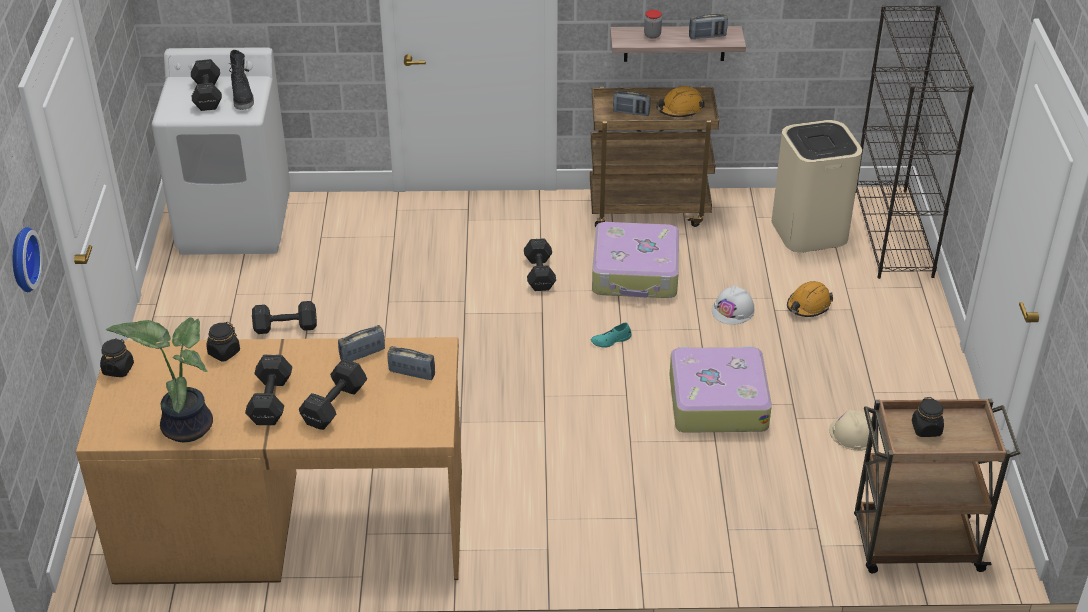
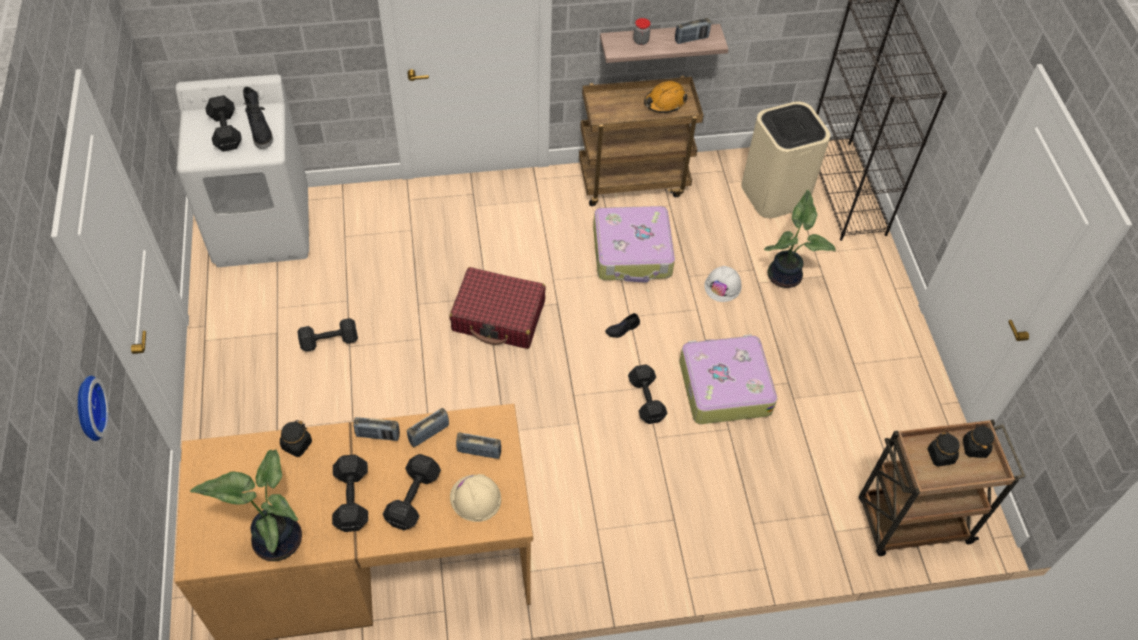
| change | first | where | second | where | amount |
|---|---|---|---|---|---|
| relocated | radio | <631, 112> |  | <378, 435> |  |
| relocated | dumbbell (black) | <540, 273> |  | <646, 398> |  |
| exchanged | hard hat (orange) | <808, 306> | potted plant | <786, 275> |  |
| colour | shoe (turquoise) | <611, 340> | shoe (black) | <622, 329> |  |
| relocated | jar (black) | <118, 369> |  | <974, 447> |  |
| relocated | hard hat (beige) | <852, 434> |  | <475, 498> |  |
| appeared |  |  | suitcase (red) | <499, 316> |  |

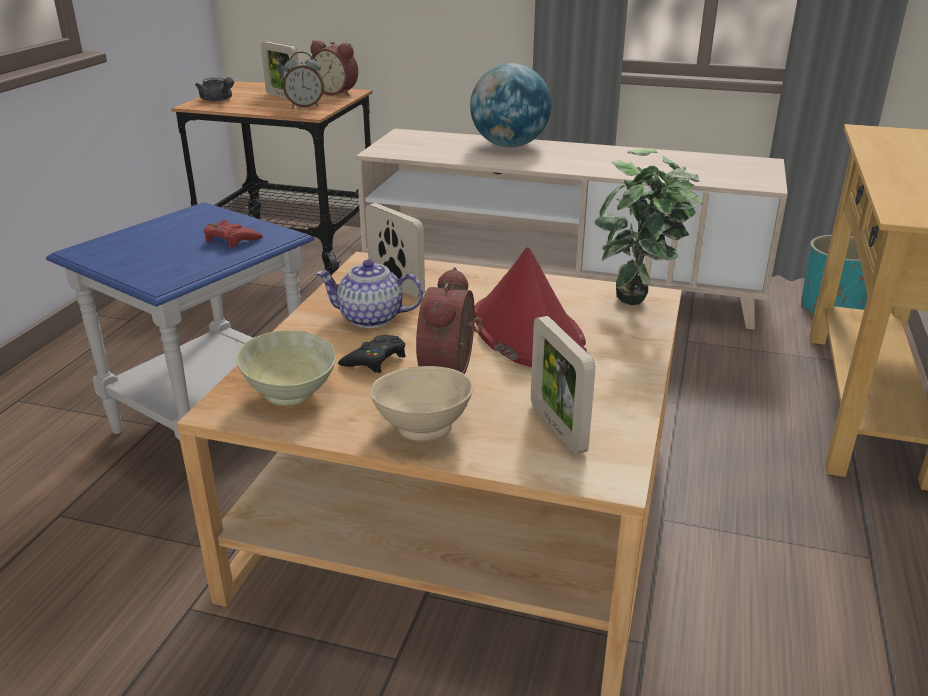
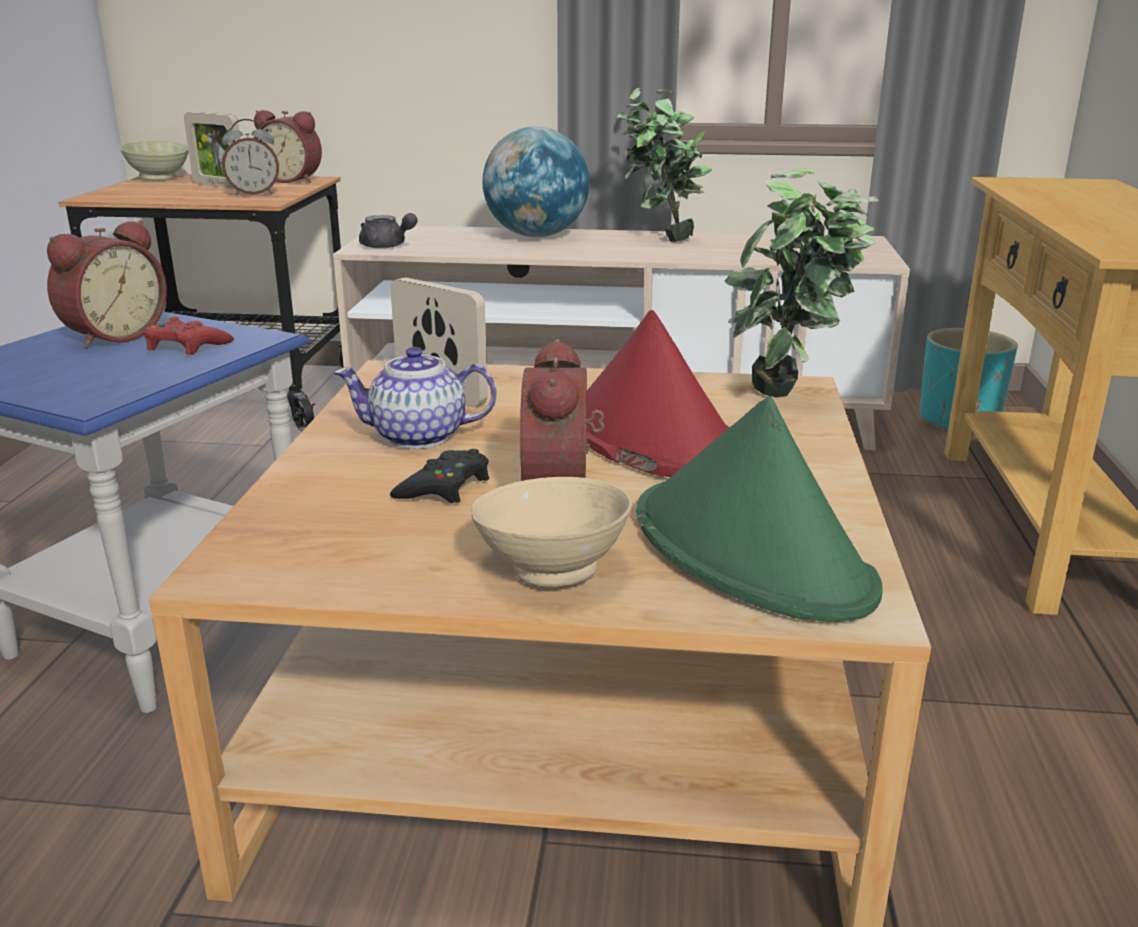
| change | first | where | second | where | amount |
|---|---|---|---|---|---|
| relocated | teapot (grey) | <218, 100> |  | <387, 246> |  |
| exchanged | picture frame | <557, 428> | hat (green) | <751, 552> |  |
| relocated | bowl (beige) | <290, 395> |  | <158, 179> |  |
| appeared |  |  | potted plant | <660, 240> |  |
| appeared |  |  | alarm clock | <113, 336> |  |

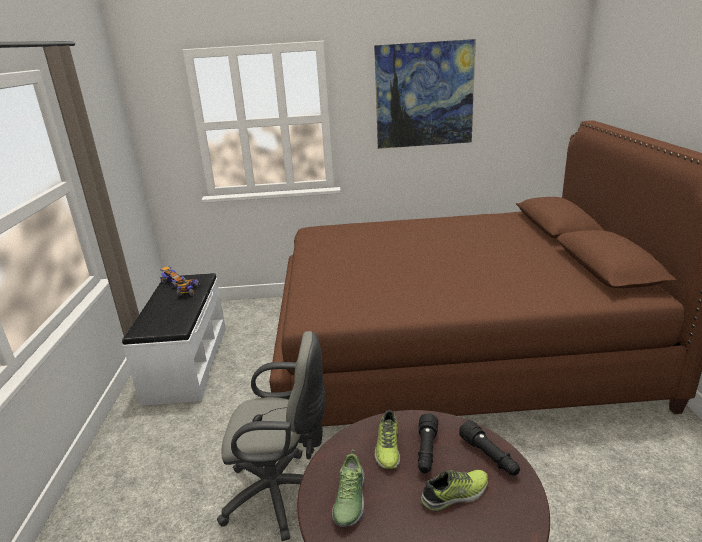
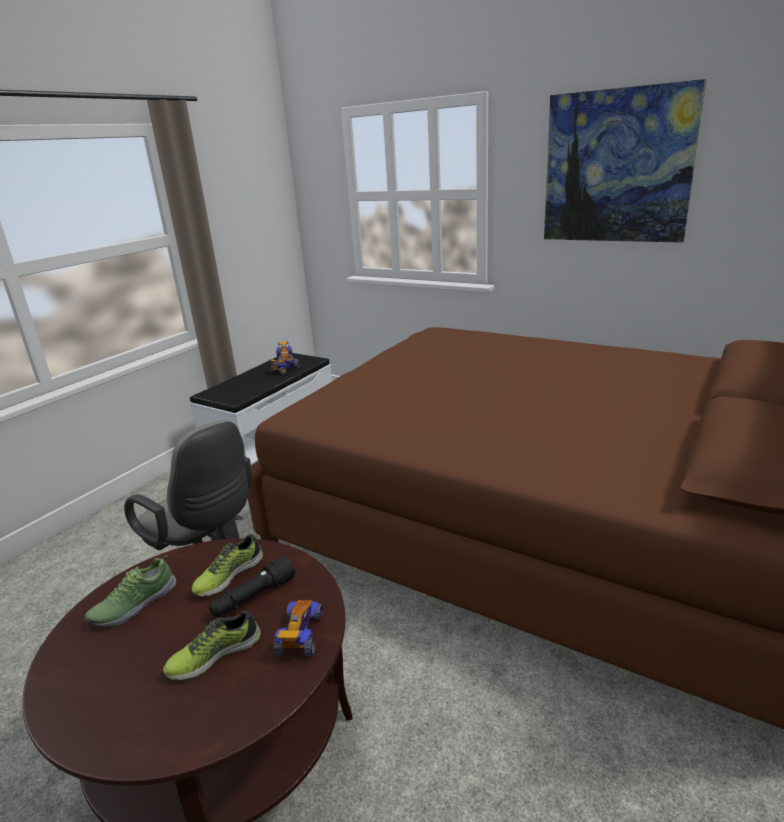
| change | first | where | second | where | amount |
|---|---|---|---|---|---|
| exchanged | flashlight (black) | <489, 456> | toy car | <300, 636> |  |
| spun | shoe | <456, 495> |  | <214, 654> | 135 degrees clockwise |

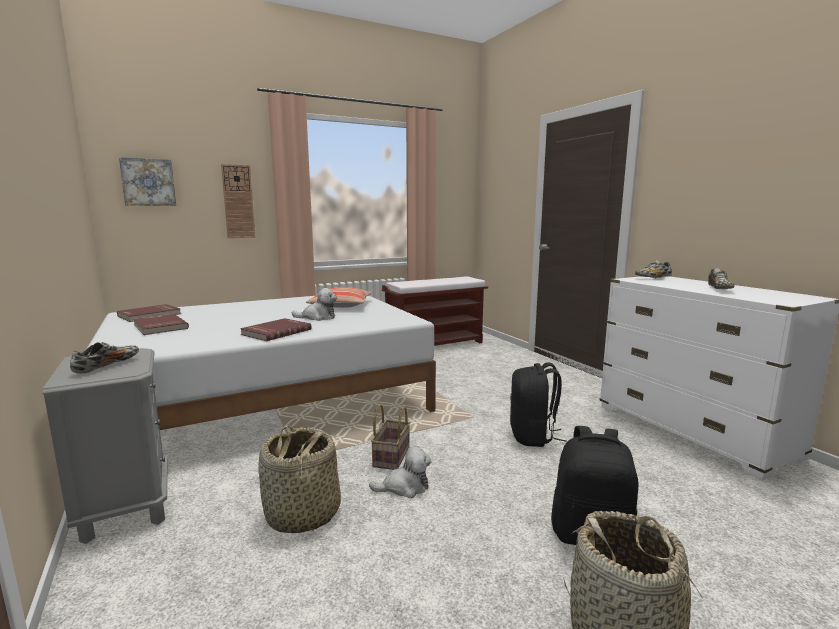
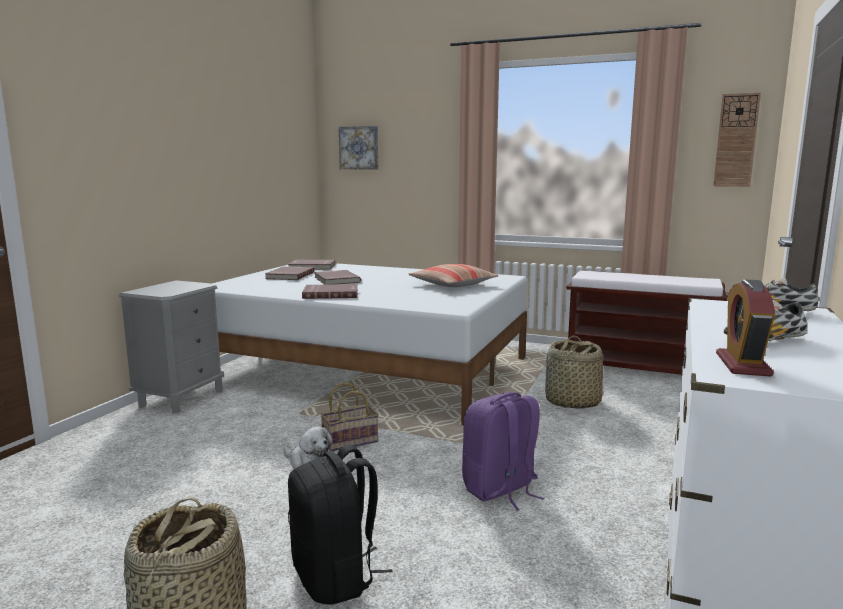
| change | first | where | second | where | amount |
|---|---|---|---|---|---|
| relocated | wall clock | <238, 201> |  | <736, 140> |  |
| missing | plush toy | <318, 317> |  |  |  |
| missing | shoe | <107, 366> |  |  |  |
| colour | backpack (black) | <532, 436> | backpack (purple) | <500, 490> |  |
| relocated | basket | <302, 514> |  | <572, 402> |  |
| appeared |  |  | book (red) | <336, 280> |  |
| appeared |  |  | alarm clock | <742, 365> |  |

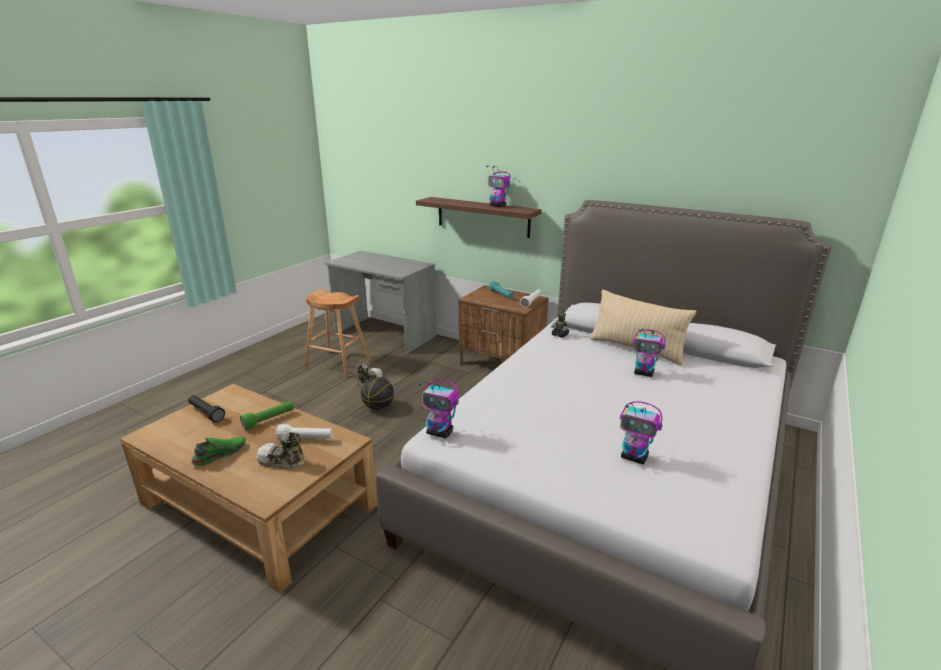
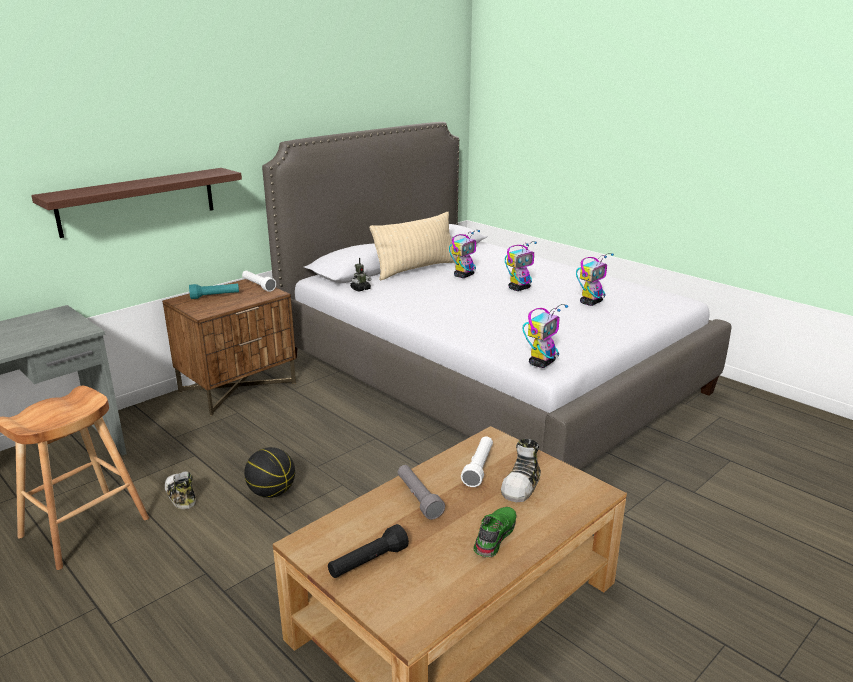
| change | first | where | second | where | amount |
|---|---|---|---|---|---|
| relocated | toy robot | <498, 206> |  | <519, 288> |  |
| colour | flashlight (green) | <269, 420> | flashlight (grey) | <418, 498> |  |
| spun | shoe (green) | <219, 454> |  | <493, 536> | 60 degrees clockwise |

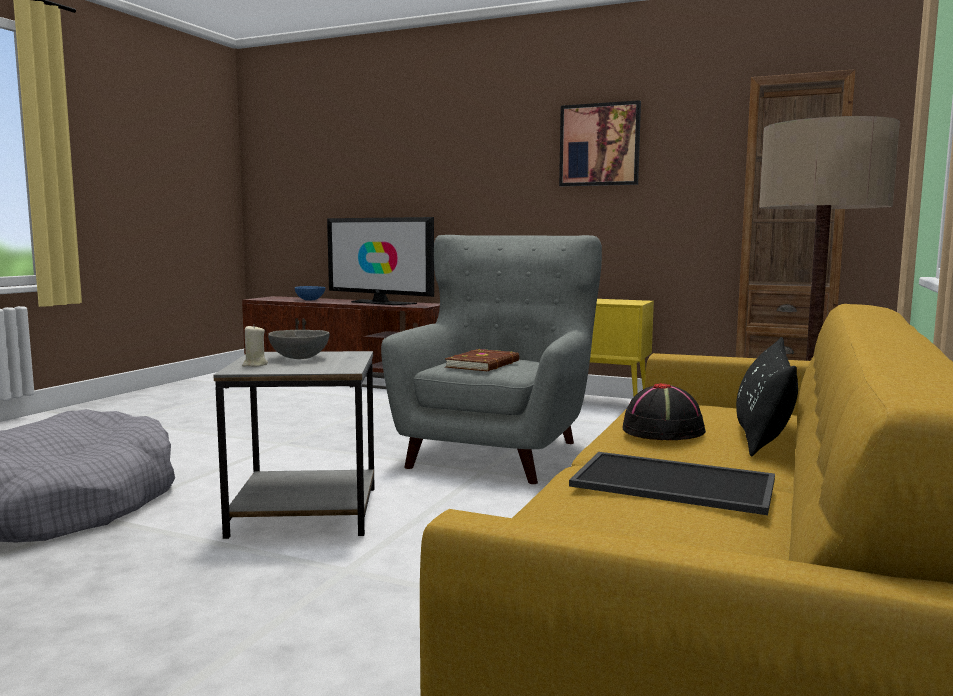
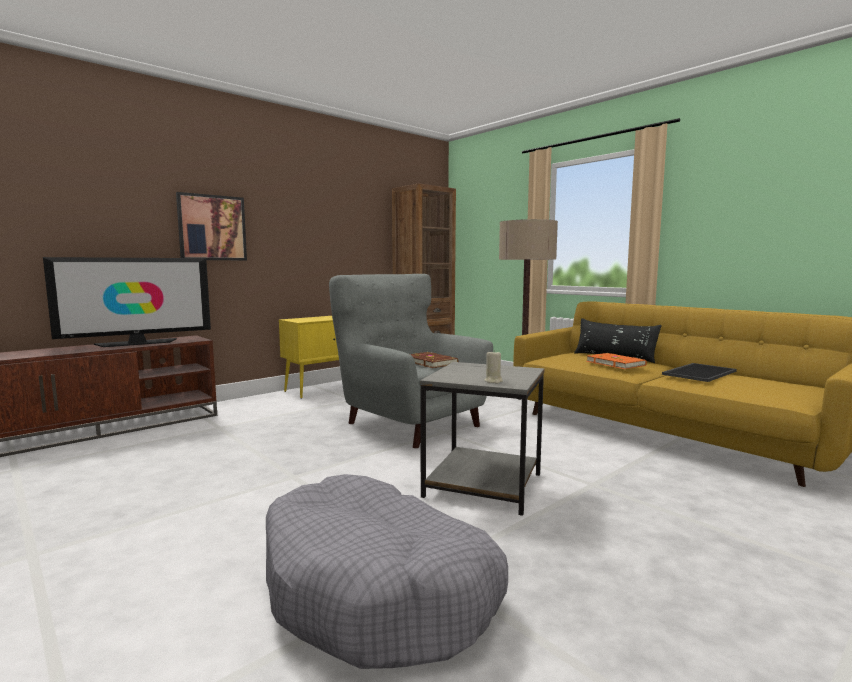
| change | first | where | second | where | amount |
|---|---|---|---|---|---|
| relocated | picture | <599, 145> |  | <212, 228> |  |
| missing | bowl (blue) | <310, 300> |  |  |  |
| missing | bowl (grey) | <298, 358> |  |  |  |
| exchanged | hat (black) | <663, 430> | book (orange) | <615, 363> |  |

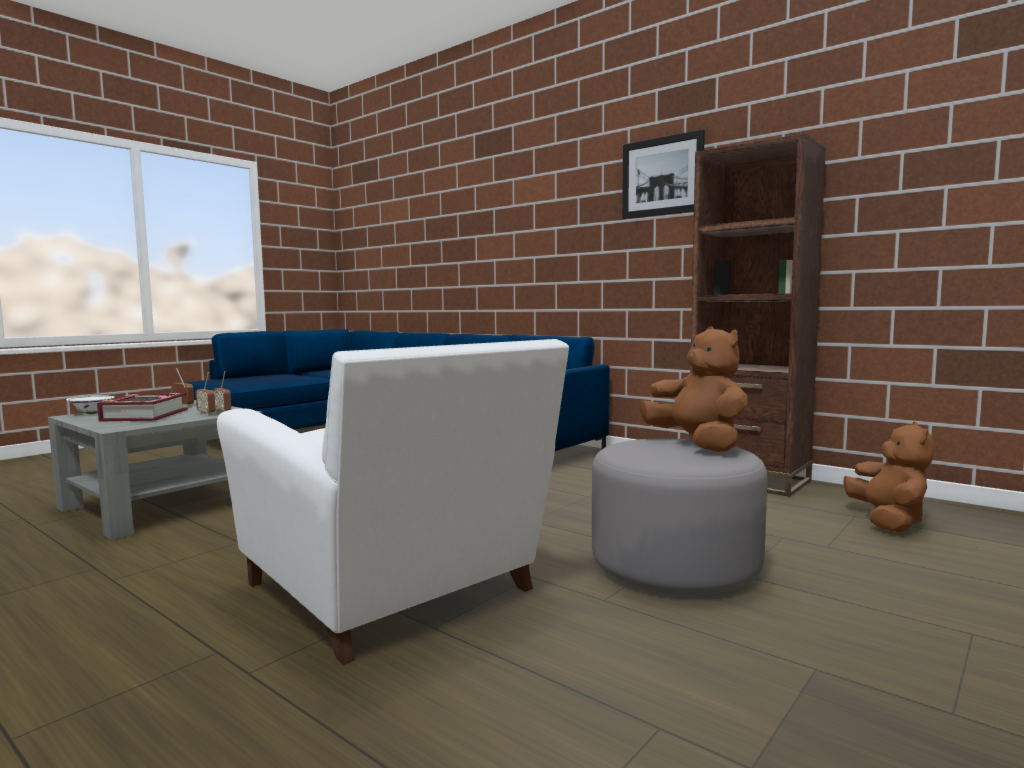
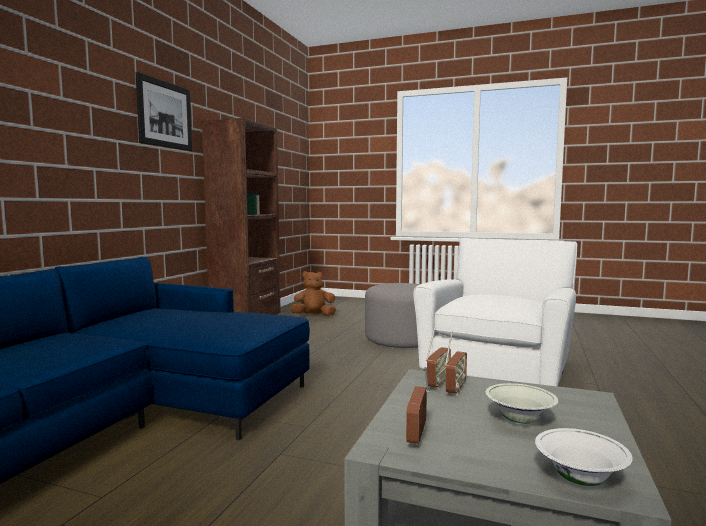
| change | first | where | second | where | amount |
|---|---|---|---|---|---|
| missing | plush toy (brown) | <697, 444> |  |  |  |
| exchanged | book | <144, 415> | bowl (white) | <520, 420> |  |

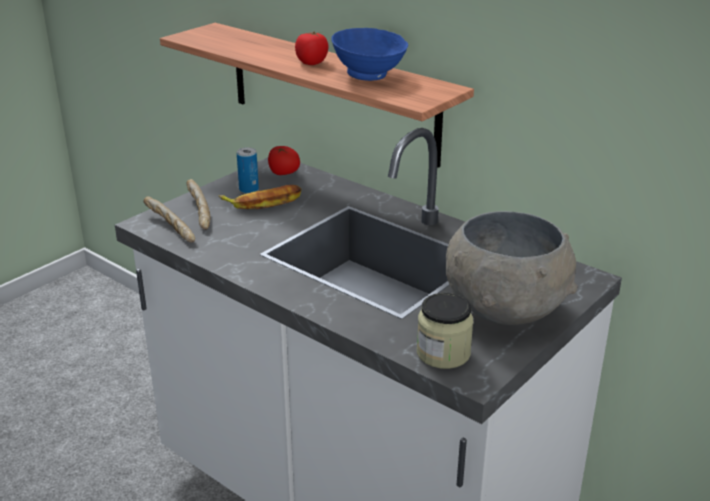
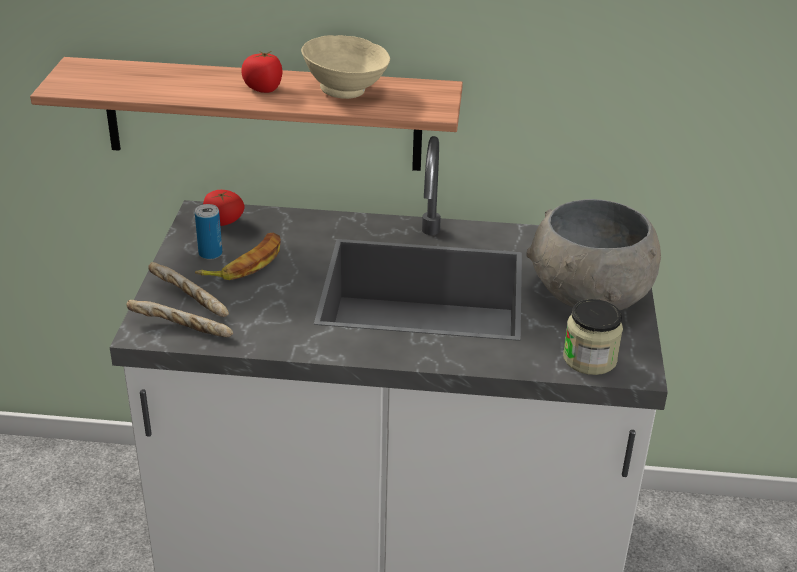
| change | first | where | second | where | amount |
|---|---|---|---|---|---|
| colour | bowl (blue) | <368, 76> | bowl (beige) | <346, 91> |  |

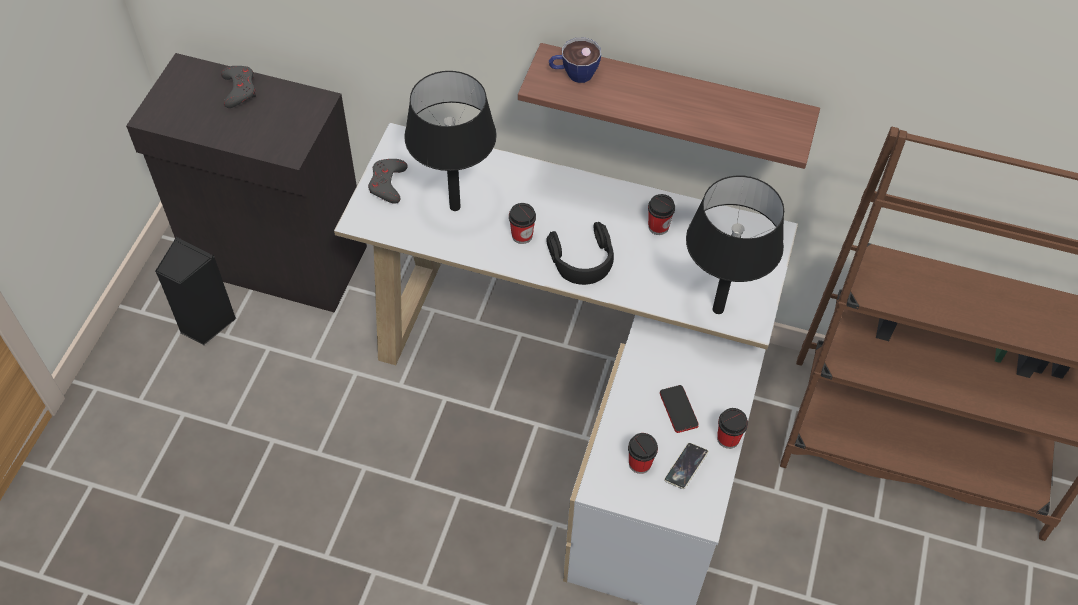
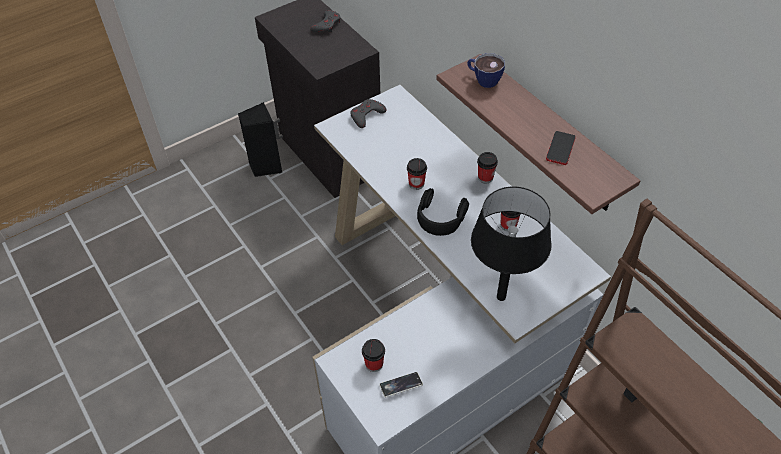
| change | first | where | second | where | amount |
|---|---|---|---|---|---|
| missing | table lamp (black) | <455, 206> |  |  |  |
| relocated | phone | <678, 409> |  | <560, 148> |  |
| relocated | cup | <728, 438> |  | <485, 177> |  |

